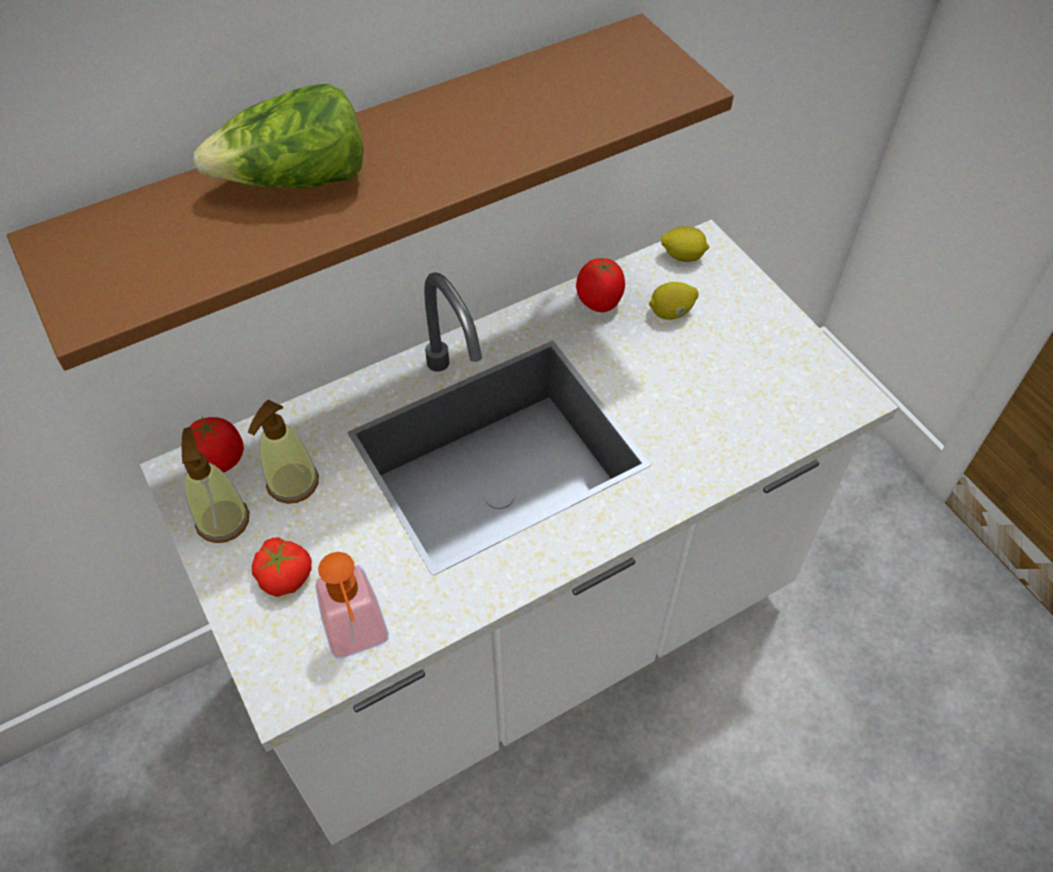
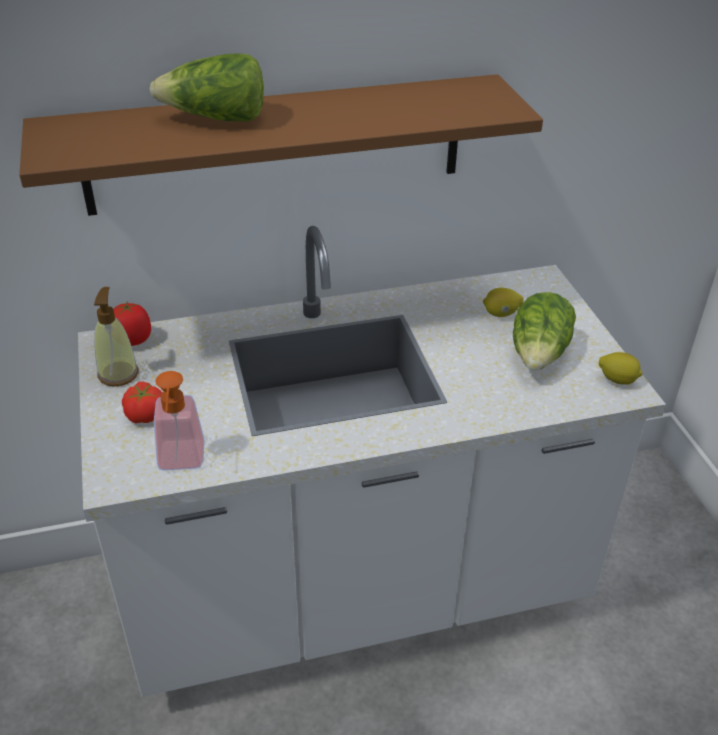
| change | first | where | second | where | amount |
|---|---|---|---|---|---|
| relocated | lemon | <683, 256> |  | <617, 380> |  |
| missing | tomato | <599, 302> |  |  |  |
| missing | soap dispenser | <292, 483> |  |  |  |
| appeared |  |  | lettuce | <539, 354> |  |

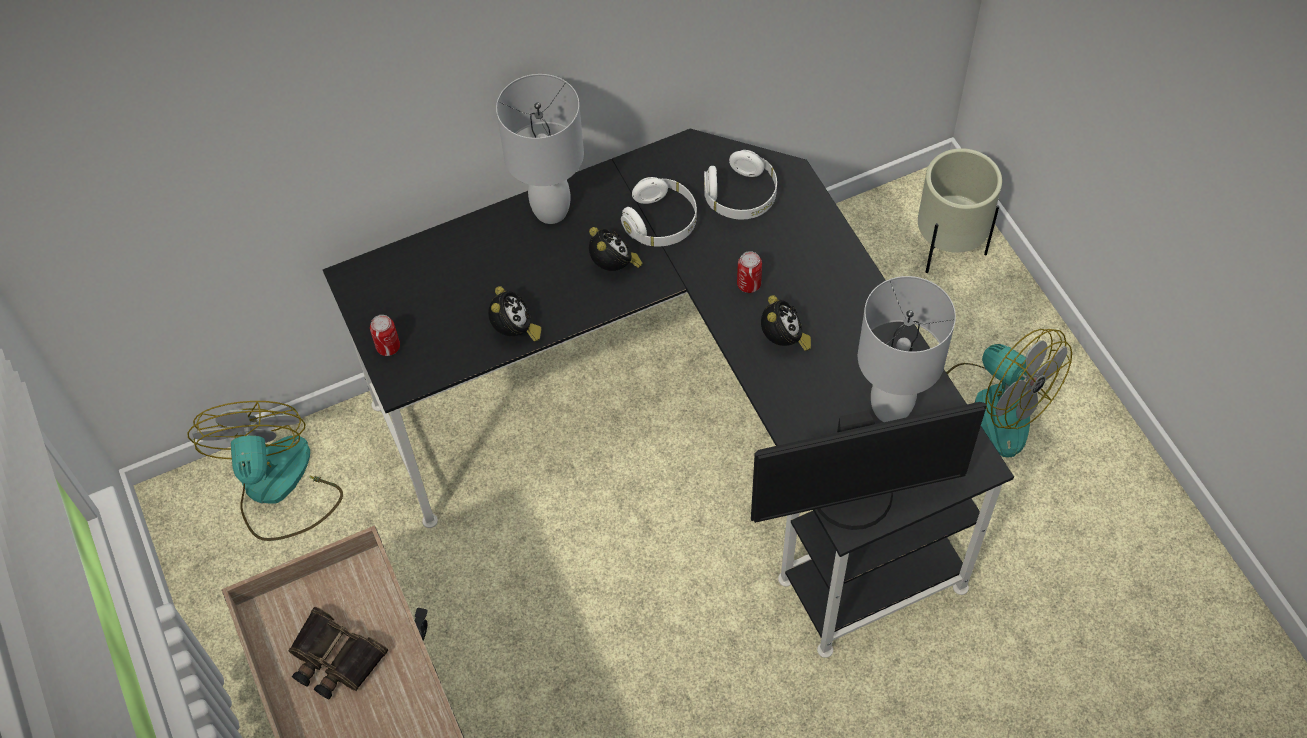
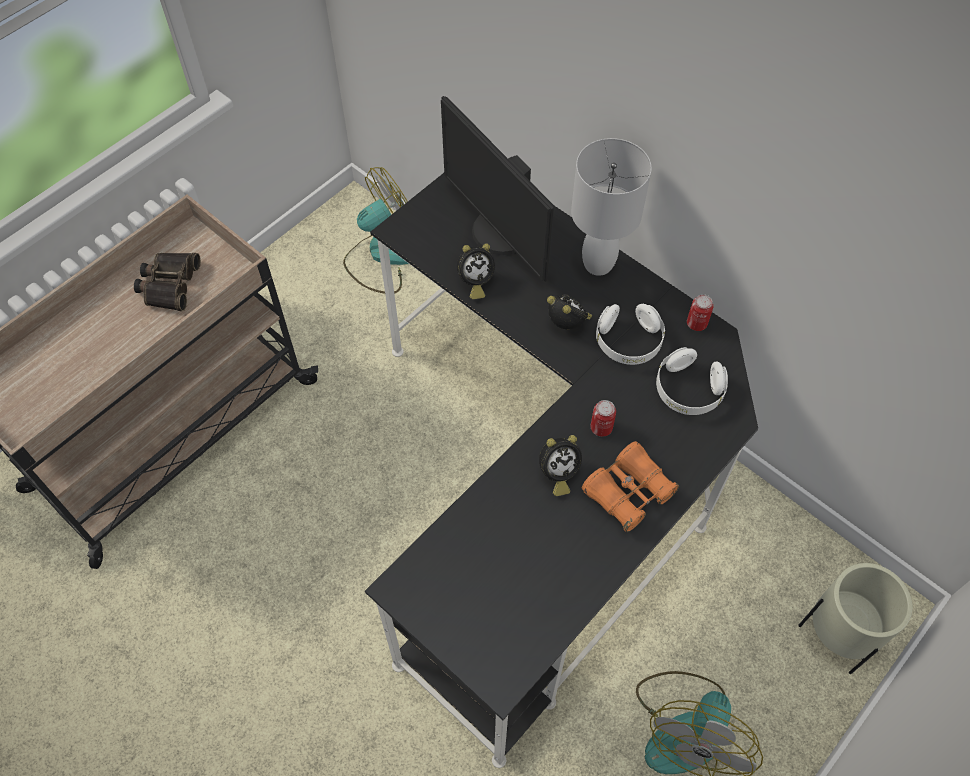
| change | first | where | second | where | amount |
|---|---|---|---|---|---|
| spun | alarm clock | <614, 266> |  | <568, 325> | 90 degrees counterclockwise |
| missing | table lamp (white) | <891, 407> |  |  |  |
| relocated | can | <388, 347> |  | <696, 323> |  |
| relocated | monitor | <854, 497> |  | <499, 233> |  |
| appeared |  |  | binoculars (orange) | <628, 492> |  |

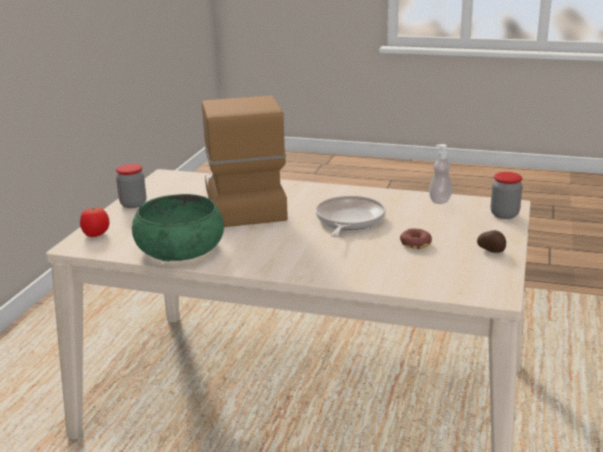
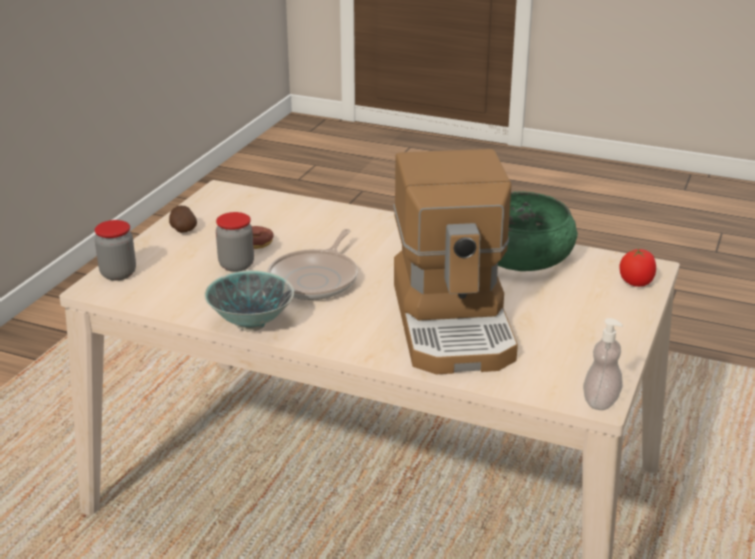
| change | first | where | second | where | amount |
|---|---|---|---|---|---|
| relocated | soap dispenser | <440, 200> |  | <600, 401> |  |
| relocated | jar | <133, 204> |  | <236, 265> |  |
| appeared |  |  | bowl | <250, 324> |  |

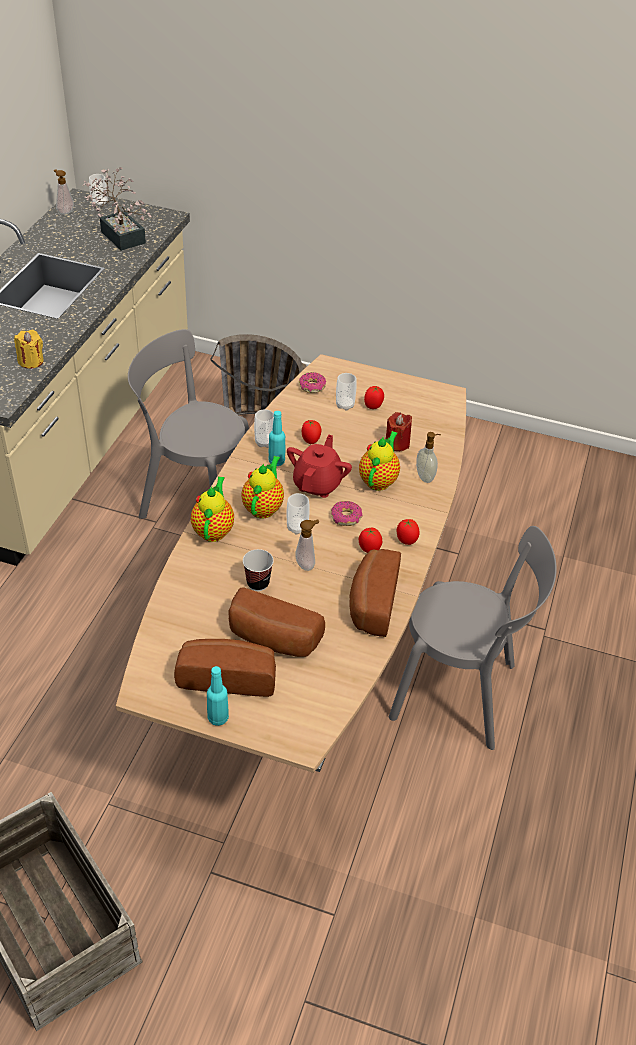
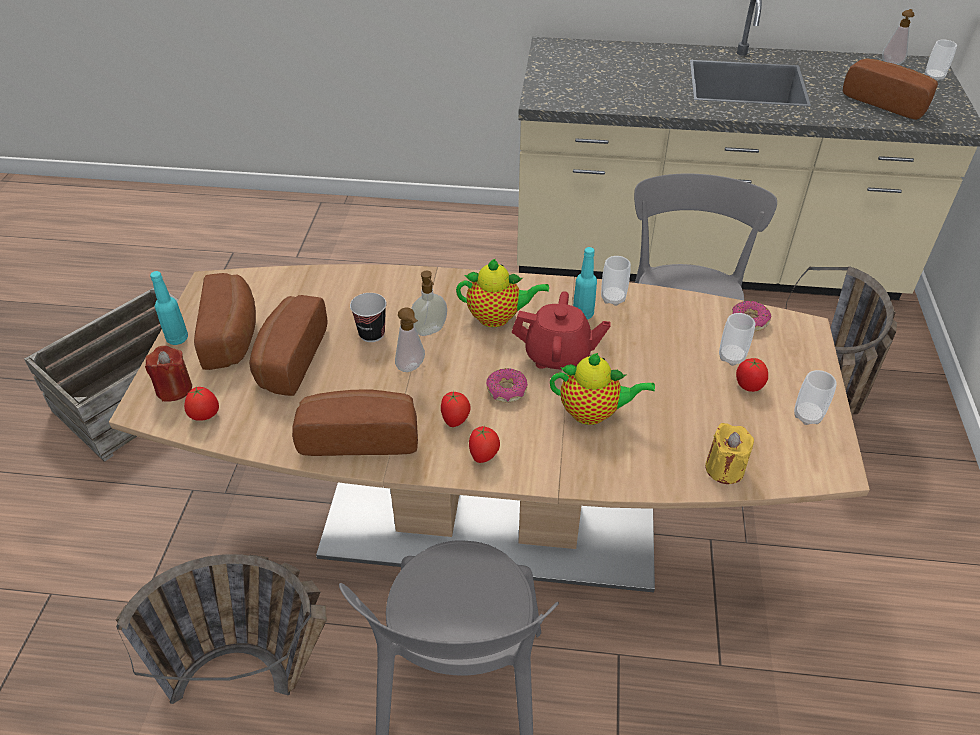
| change | first | where | second | where | amount |
|---|---|---|---|---|---|
| exchanged | potted plant | <121, 234> | bread | <887, 102> |  |
| relocated | candle (yellow) | <31, 361> |  | <724, 469> |  |
| relocated | candle (red) | <397, 443> |  | <174, 389> |  |
| relocated | tomato | <311, 440> |  | <205, 416> |  |
| relocated | soap dispenser | <425, 476> |  | <430, 331> |  |
| missing | teapot | <213, 530> |  |  |  |
| relocated | cup | <297, 527> |  | <807, 416> |  |
| appeared |  |  | basket | <259, 679> |  |

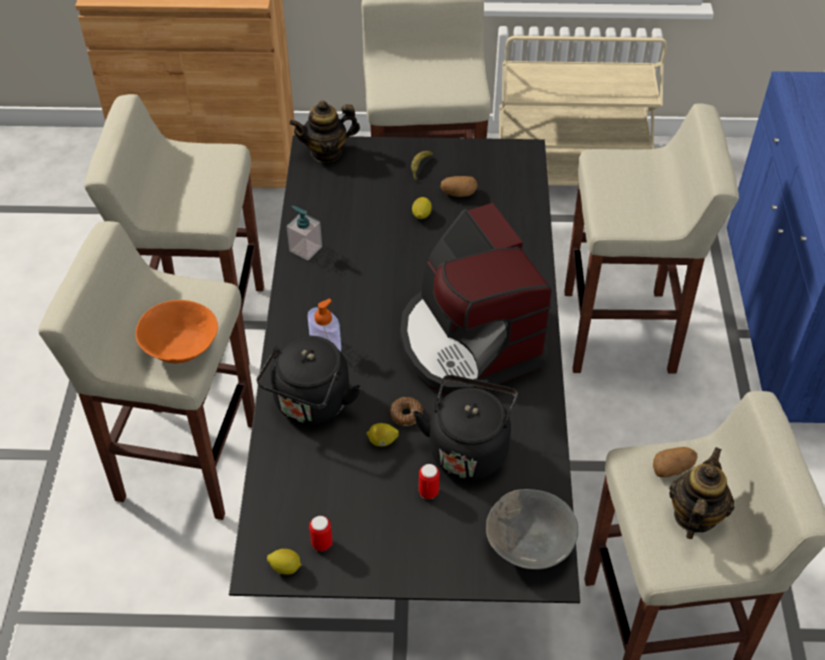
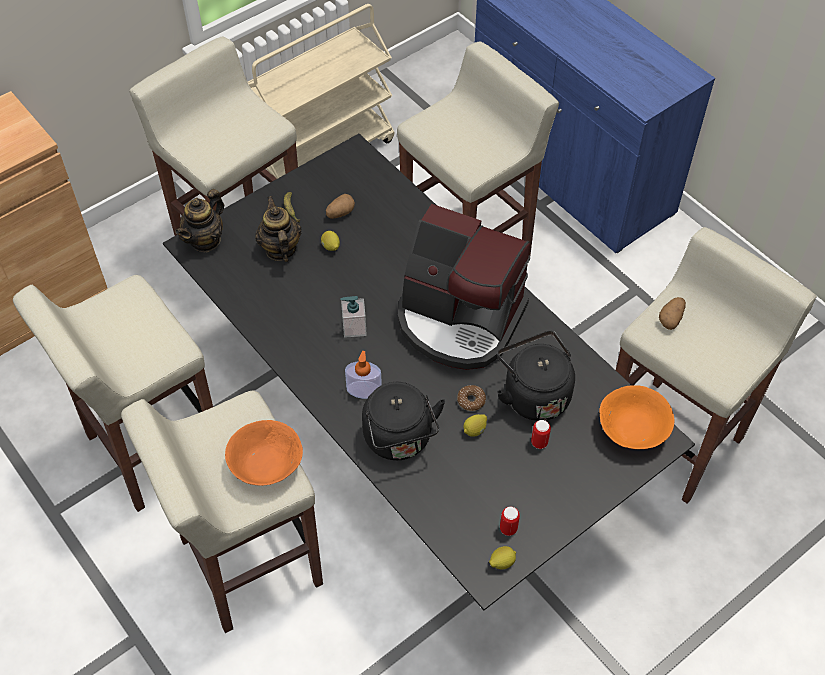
| change | first | where | second | where | amount |
|---|---|---|---|---|---|
| relocated | soap dispenser | <305, 249> |  | <354, 327> |  |
| relocated | teapot | <694, 515> |  | <280, 249> |  |
| colour | bowl (grey) | <531, 543> | bowl (orange) | <633, 429> |  |

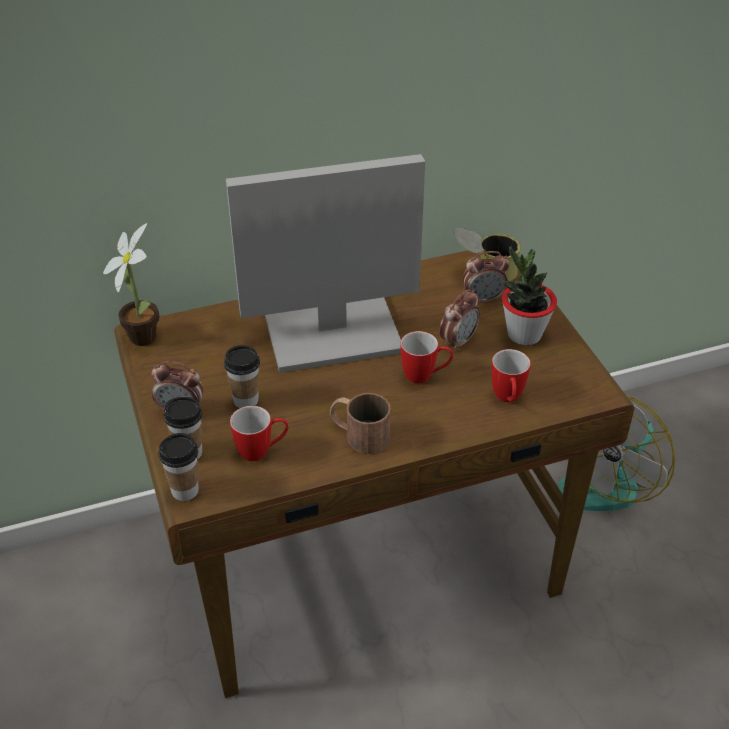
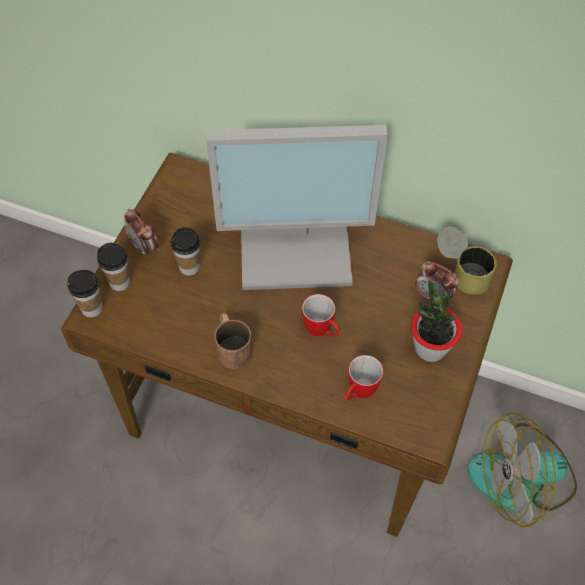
| change | first | where | second | where | amount |
|---|---|---|---|---|---|
| spun | monitor | <328, 328> |  | <297, 245> | 150 degrees clockwise |
| missing | potted plant | <143, 334> |  |  |  |
| missing | alarm clock | <458, 341> |  |  |  |
| missing | mug | <262, 451> |  |  |  |

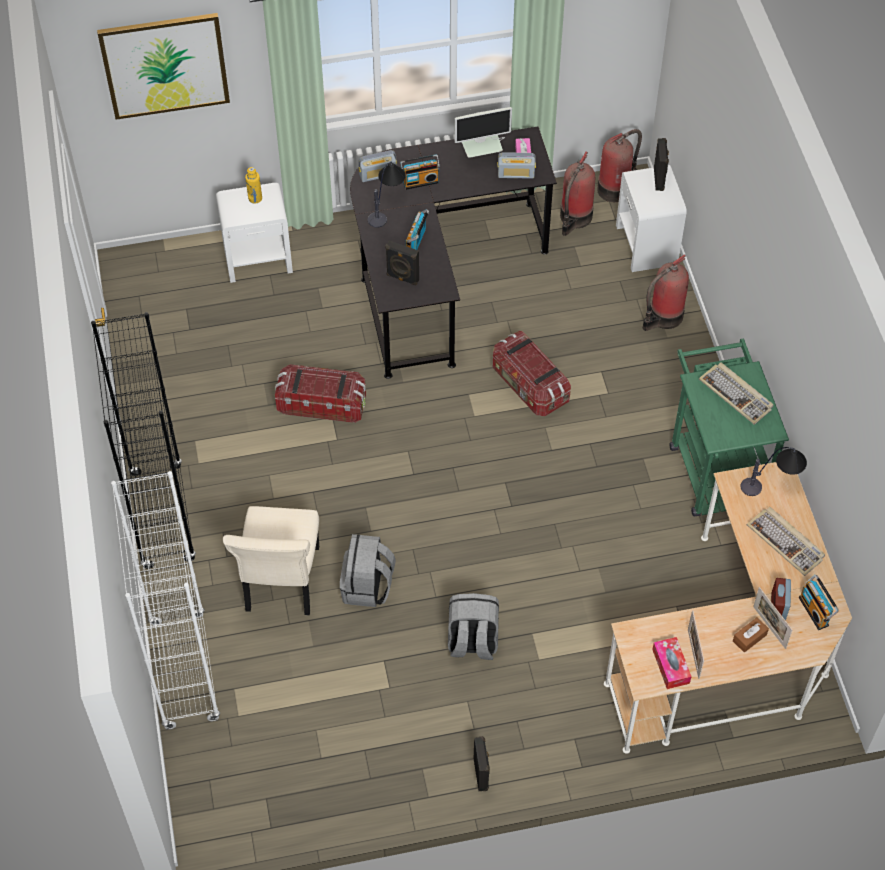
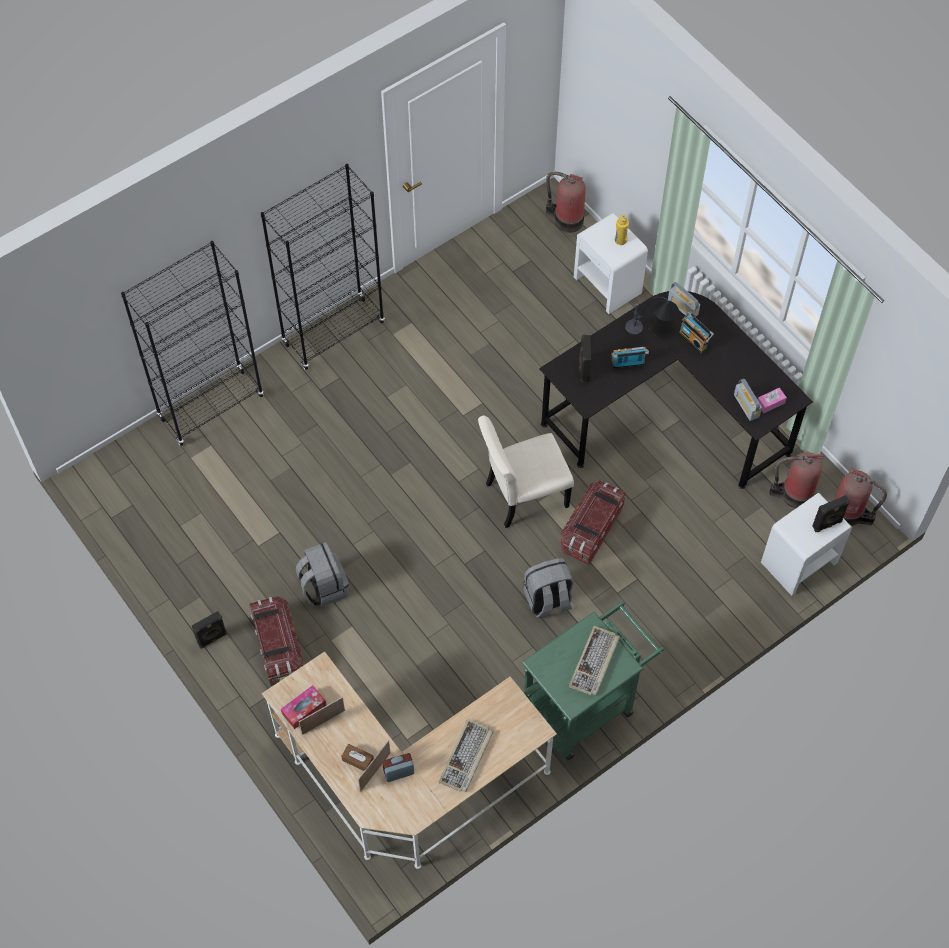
| change | first | where | second | where | amount |
|---|---|---|---|---|---|
| missing | picture | <165, 65> |  |  |  |
| missing | monitor | <481, 156> |  |  |  |
| relocated | fire extinguisher | <663, 317> |  | <566, 220> |  |
| relocated | storage box | <322, 404> |  | <278, 647> |  |
| missing | table lamp | <772, 484> |  |  |  |
| colour | bookcase (white) | <184, 671> | bookcase (black) | <211, 407> |  |
| relocated | chair (beige) | <281, 582> |  | <523, 495> |  |
| relocated | backpack (grey) | <367, 587> |  | <547, 600> |  |
| missing | radio | <815, 611> |  |  |  |

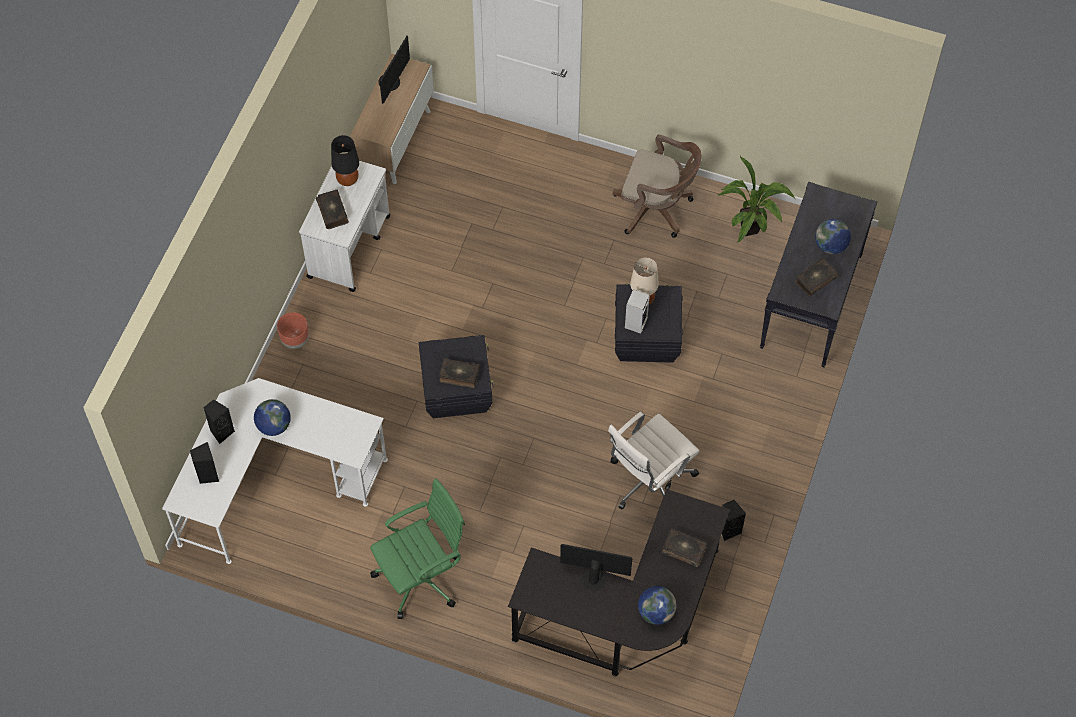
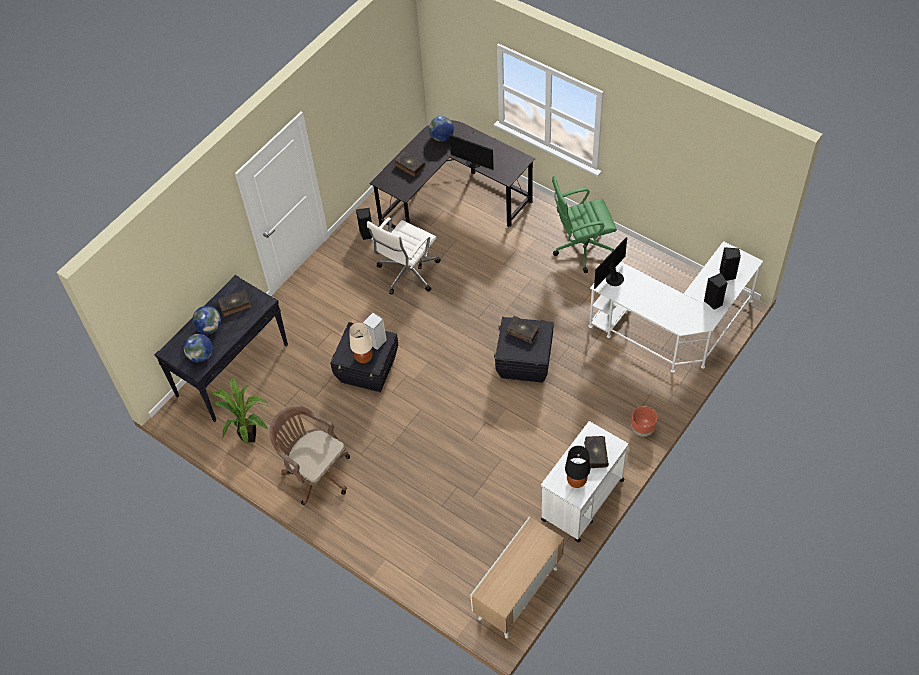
| change | first | where | second | where | amount |
|---|---|---|---|---|---|
| relocated | monitor | <391, 83> |  | <612, 278> |  |
| relocated | globe | <274, 426> |  | <201, 356> |  |
| spun | office chair (white) | <649, 482> |  | <407, 273> | 150 degrees clockwise |

